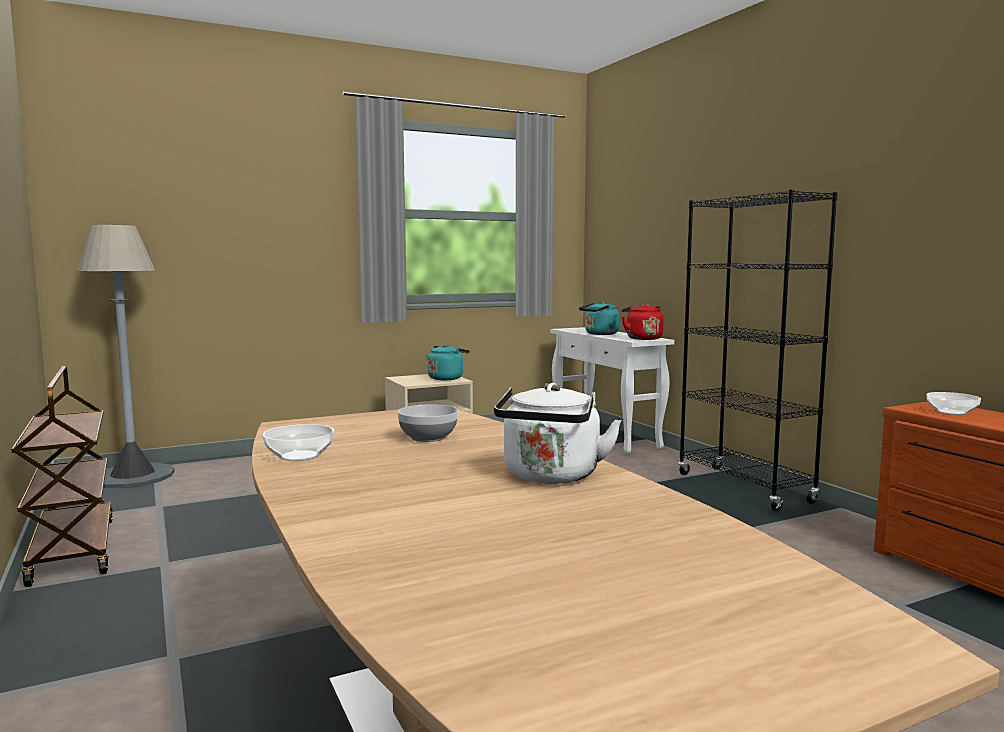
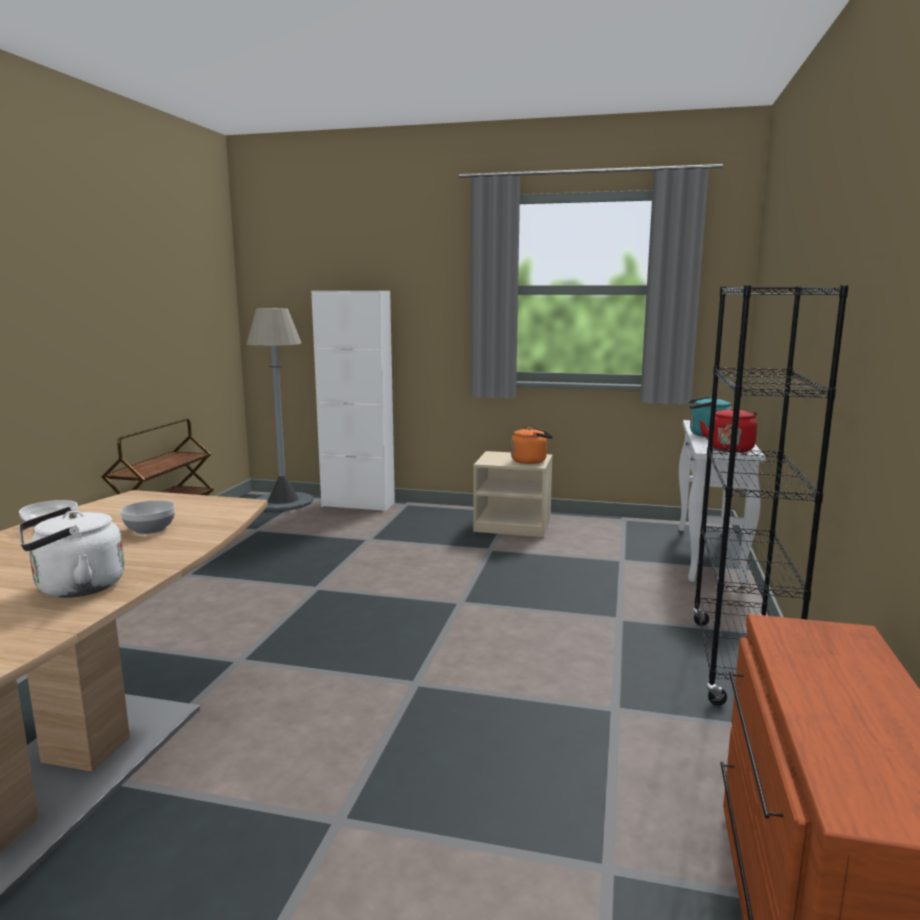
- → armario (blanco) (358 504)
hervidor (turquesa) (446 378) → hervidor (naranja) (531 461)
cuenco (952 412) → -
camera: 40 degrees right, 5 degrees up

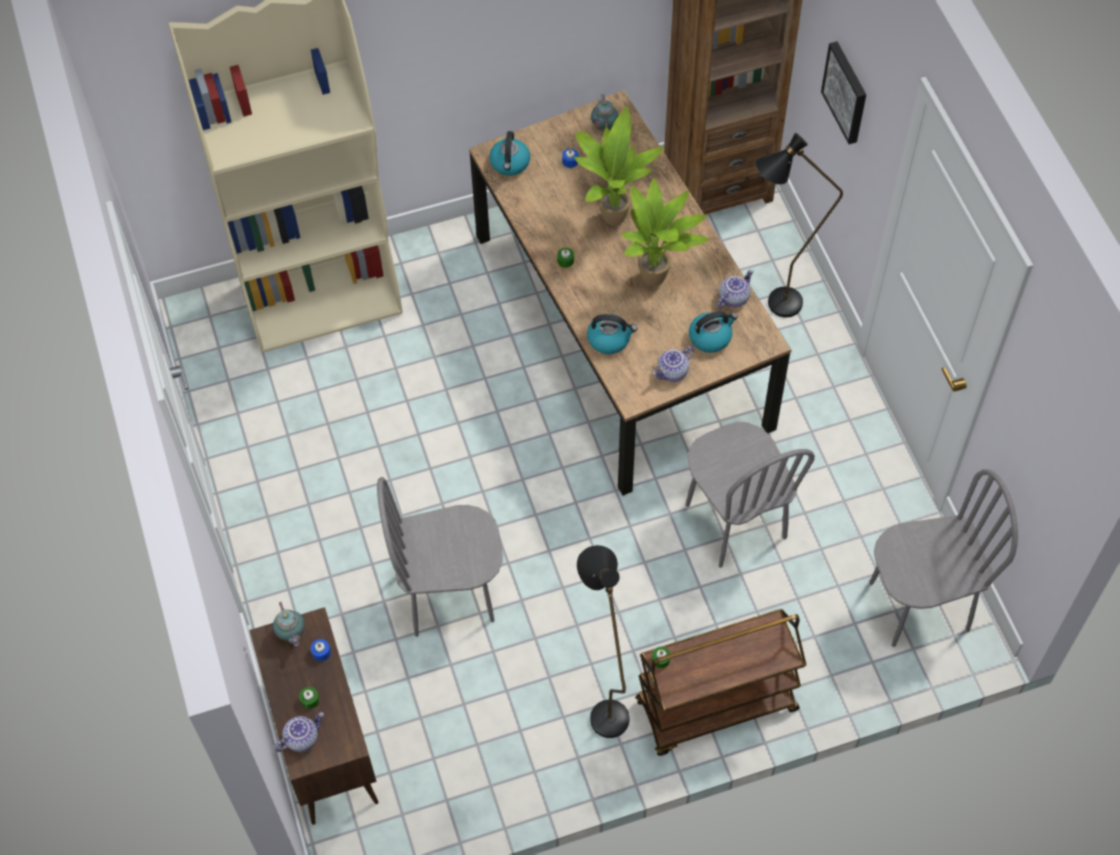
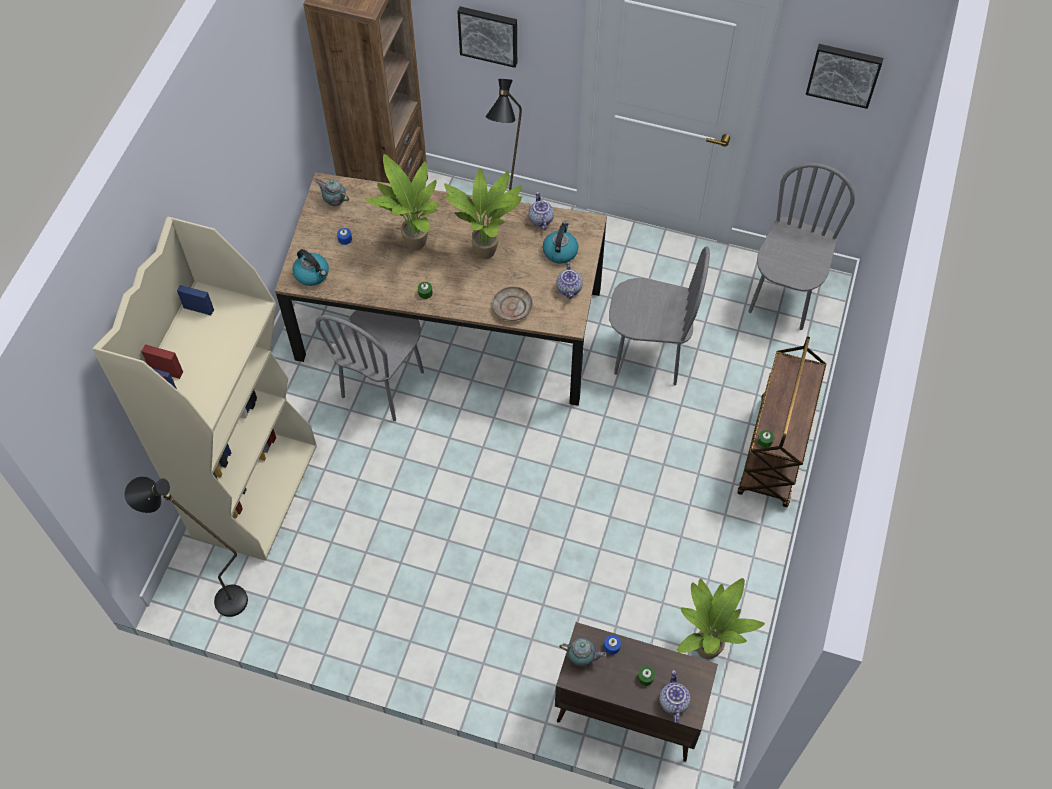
lámpara de pie (negro) (604 706) → lámpara de pie (negro) (219 598), relocated
silla (gris) (449 595) → silla (gris) (383 385), relocated
hervidor (609 339) → plato (beis) (512 307)
- → planta en maceta (704 647)
- → cuadro (844 74)
camera: 55 degrees left, 0 degrees up

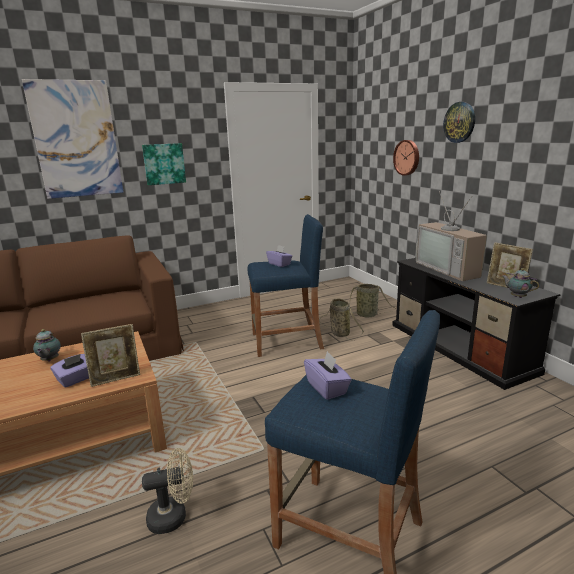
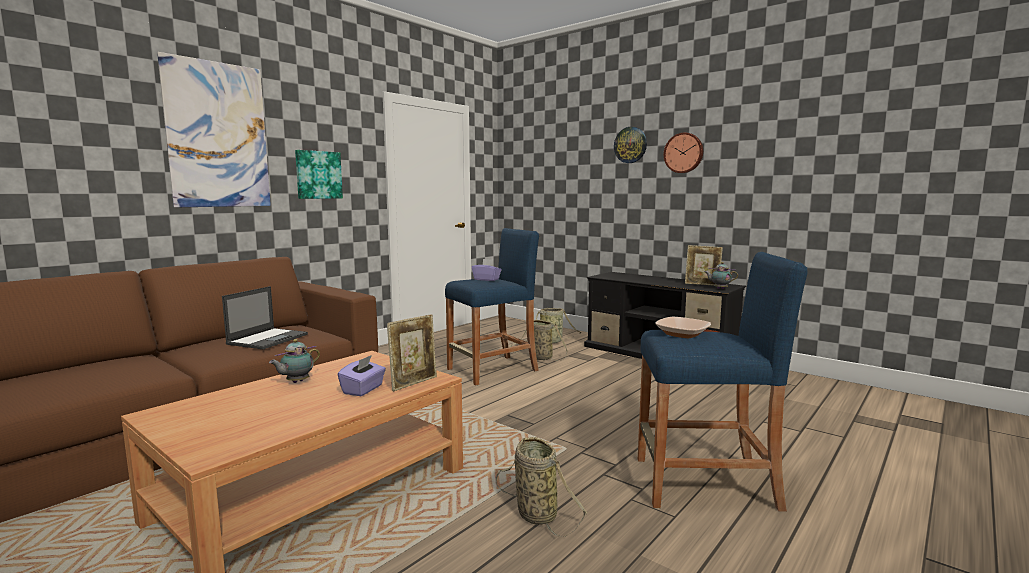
- → portátil (268 339)
tetera (49 360) → tetera (296 382), 75 degrees clockwise
ventilador (beis) (174 516) → cesta (534 513)
caja de pañuelos (morado) (327 388) → cuenco (682 334)
reloj de pared (407 157) → reloj de pared (684 153), relocated
televisor (451 269) → -
camera: 25 degrees left, 10 degrees down

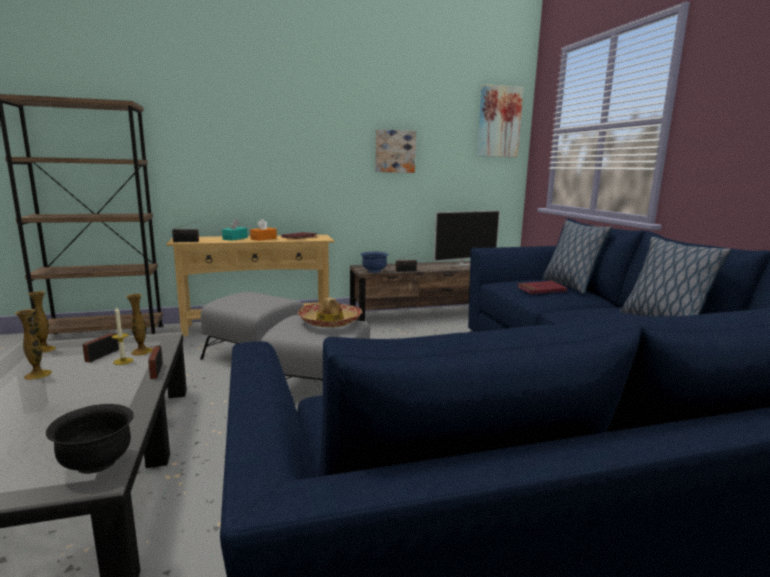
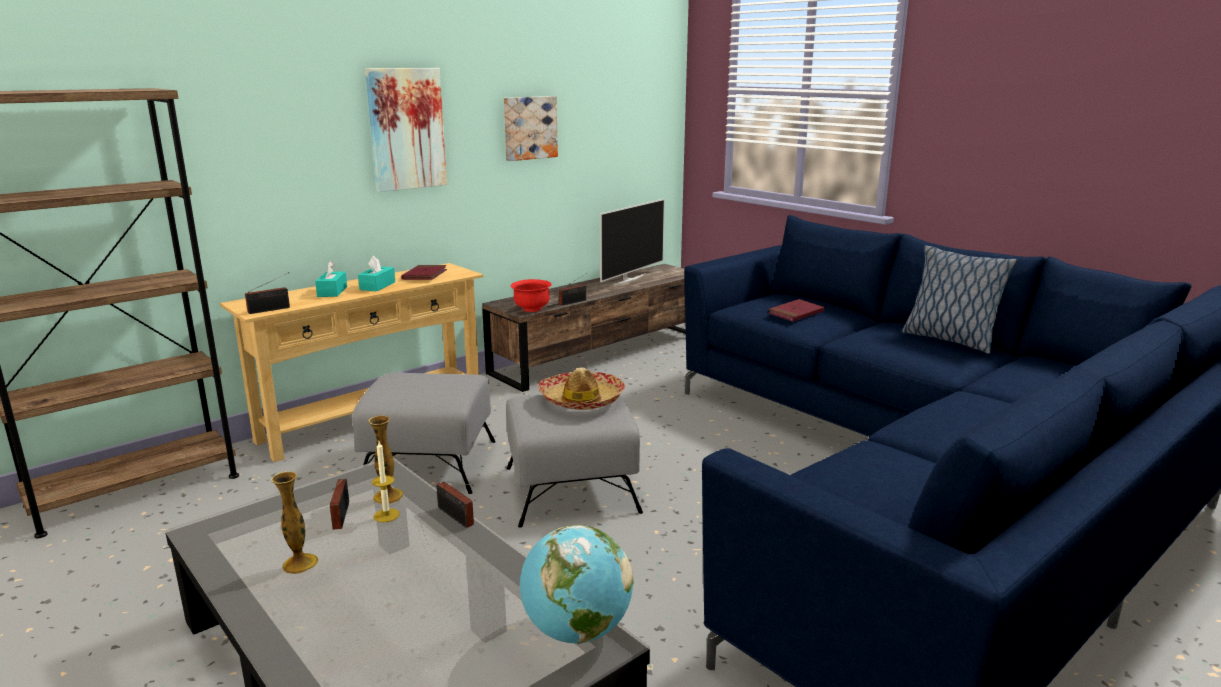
caja de pañuelos (naranja) (263 239) → caja de pañuelos (turquesa) (377 286)
cuadro (499 122) → cuadro (406 129), relocated
cuenco (azul) (374 271) → cuenco (rojo) (531 309)
cuenco (negro) (96 463) → globo terráqueo (576 631)
florero (43 350) → -
cojín (569 286) → -
camera: 25 degrees left, 5 degrees up

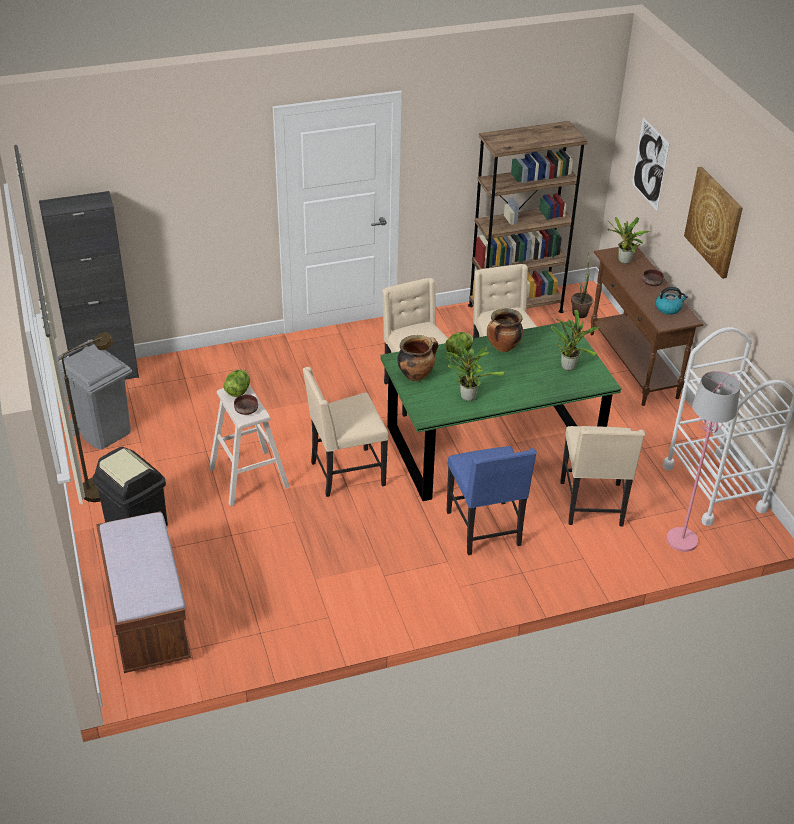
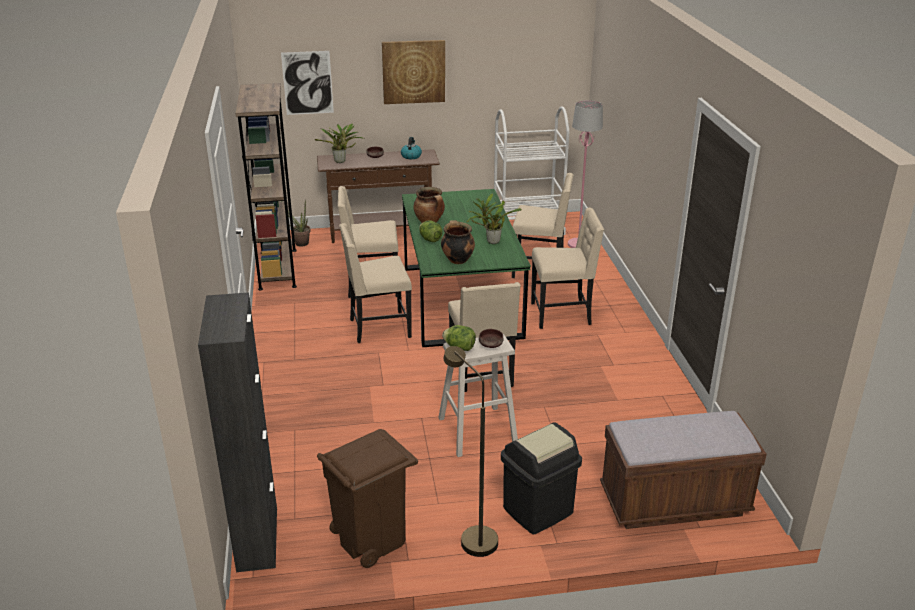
papelera (gris) (103 431) → papelera (marrón) (371 539)
silla (azul) (485 529) → silla (beis) (562 314)
planta en maceta (569 365) → -
camera: 80 degrees left, 10 degrees down

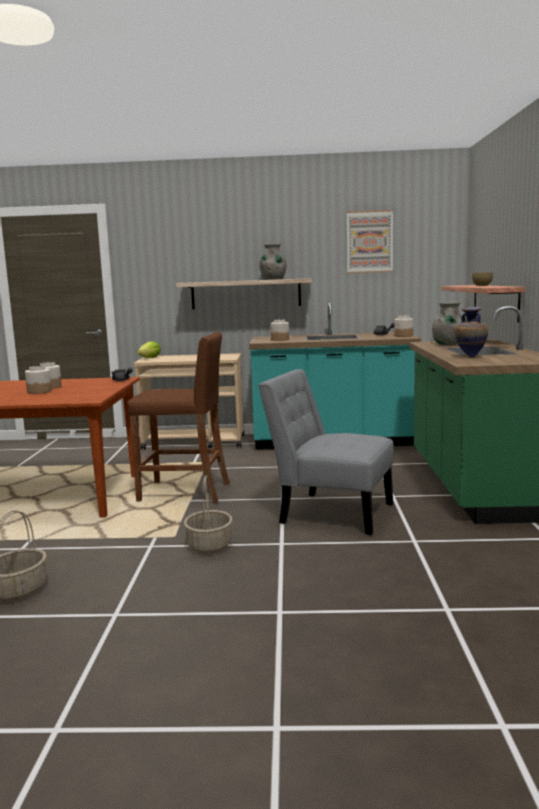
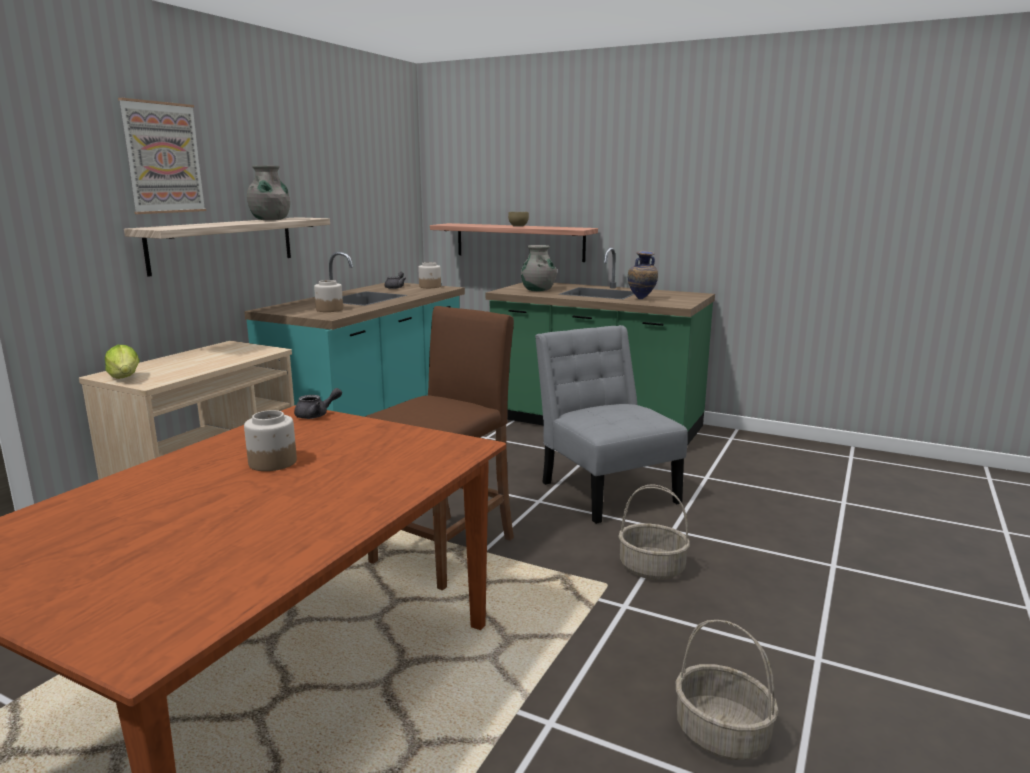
cuadro (369 242) → cuadro (163 158), relocated
silla (gris) (330 512) → silla (gris) (605 489), 105 degrees clockwise
tarro (39 392) → -
camera: 65 degrees left, 5 degrees up

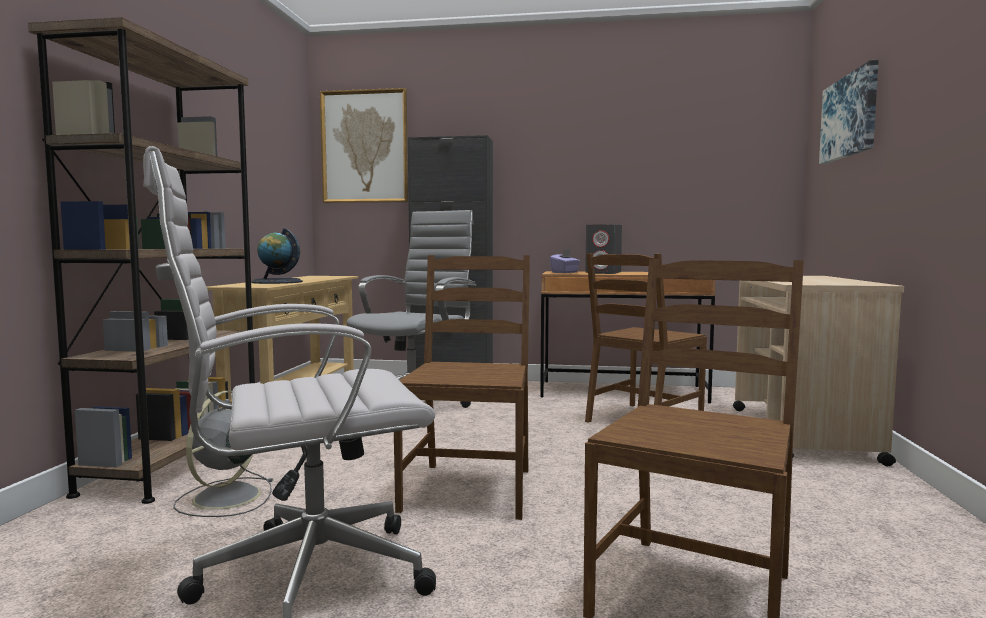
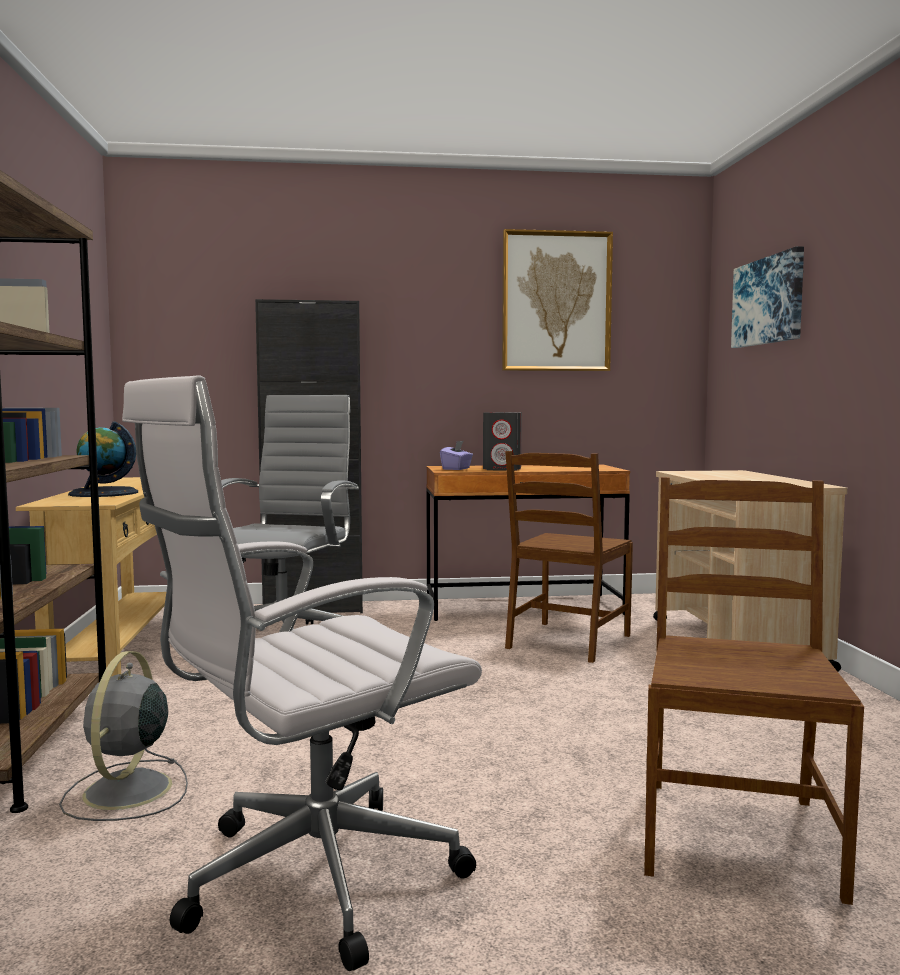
cuadro (365 147) → cuadro (556 301), relocated
silla (marrón) (469 489) → -
camera: 15 degrees left, 0 degrees up

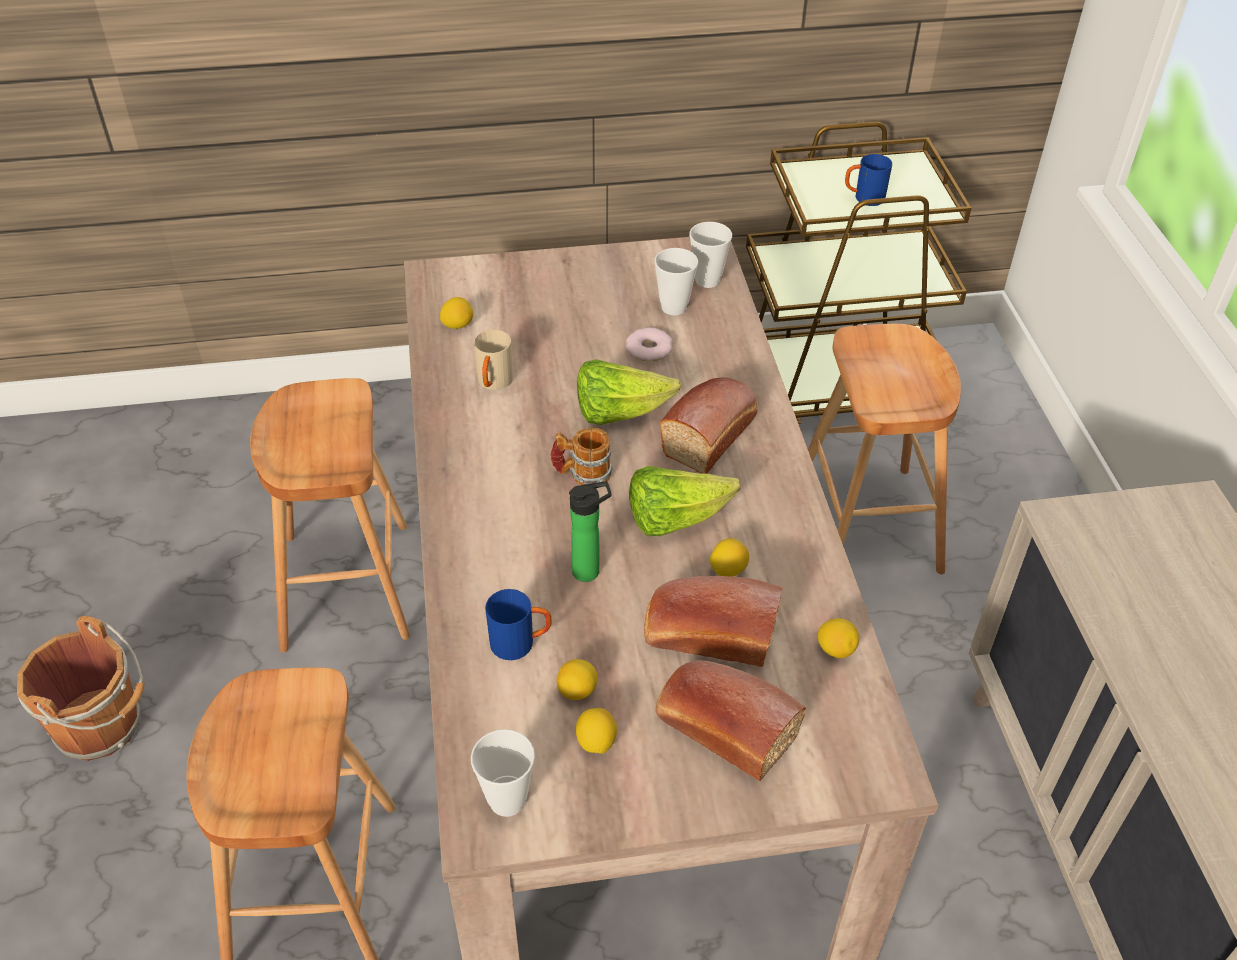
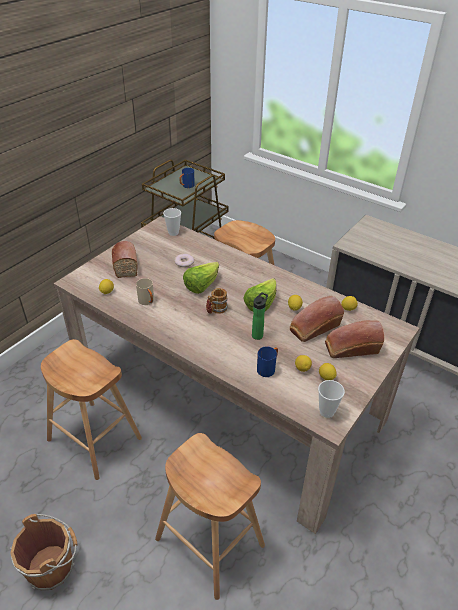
pan (711 434) → pan (125 264), relocated
taza (674 307) → -
camera: 45 degrees left, 5 degrees down

